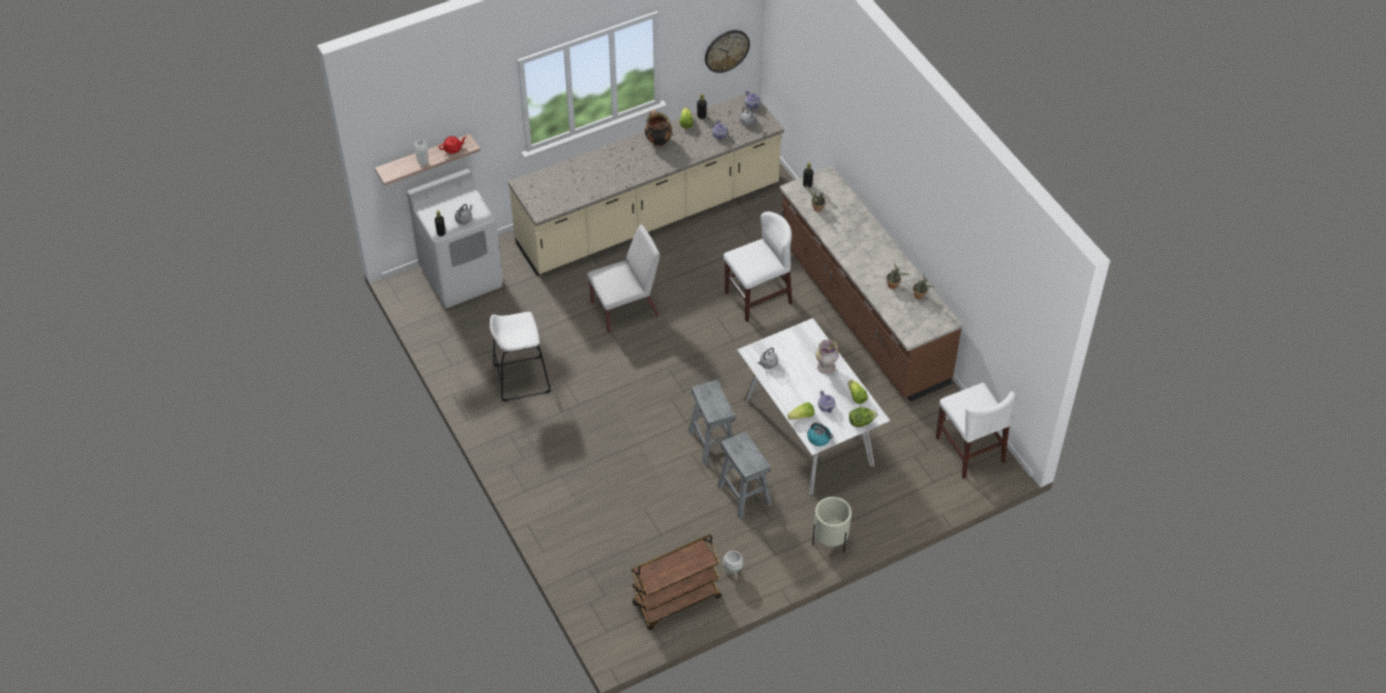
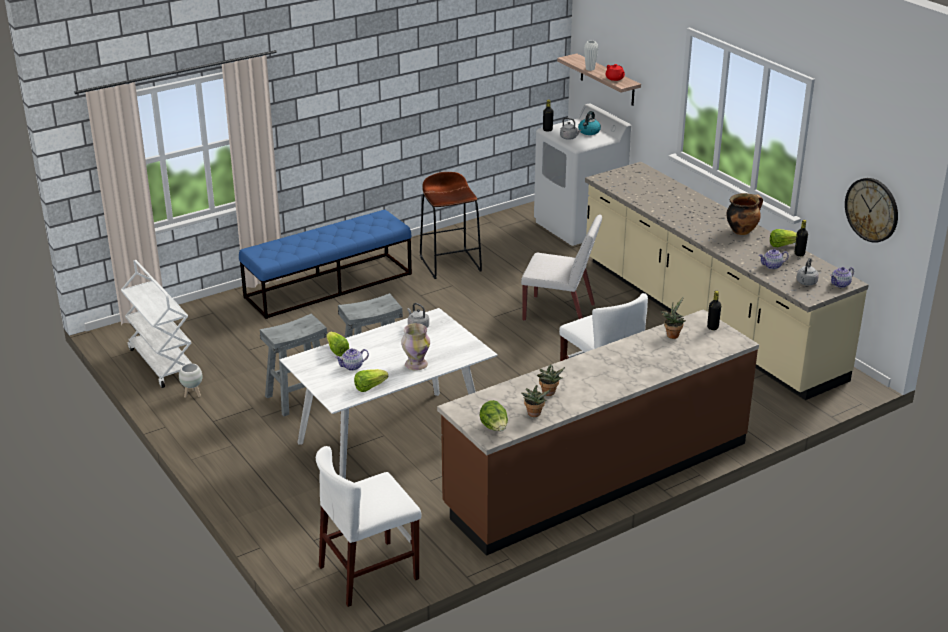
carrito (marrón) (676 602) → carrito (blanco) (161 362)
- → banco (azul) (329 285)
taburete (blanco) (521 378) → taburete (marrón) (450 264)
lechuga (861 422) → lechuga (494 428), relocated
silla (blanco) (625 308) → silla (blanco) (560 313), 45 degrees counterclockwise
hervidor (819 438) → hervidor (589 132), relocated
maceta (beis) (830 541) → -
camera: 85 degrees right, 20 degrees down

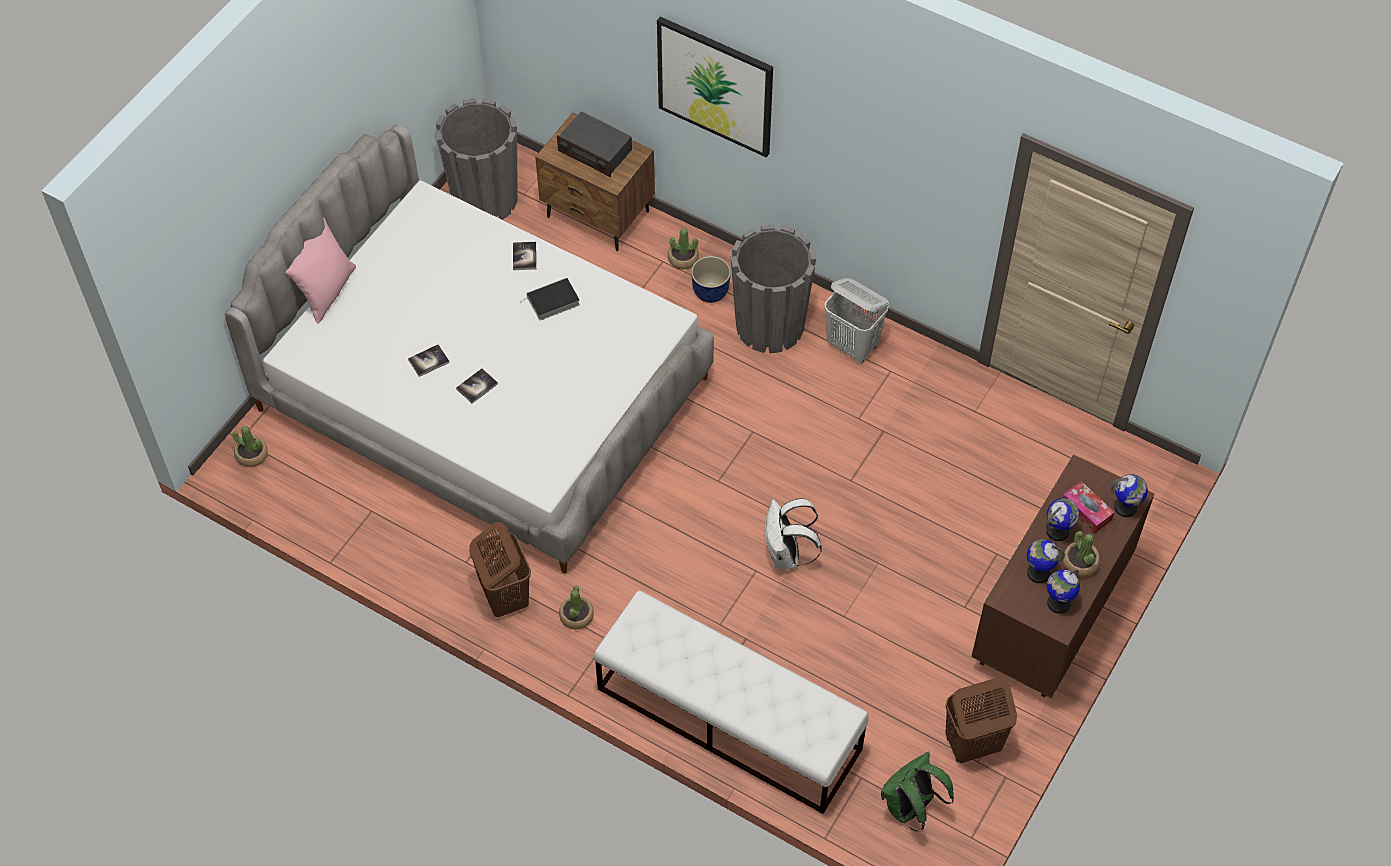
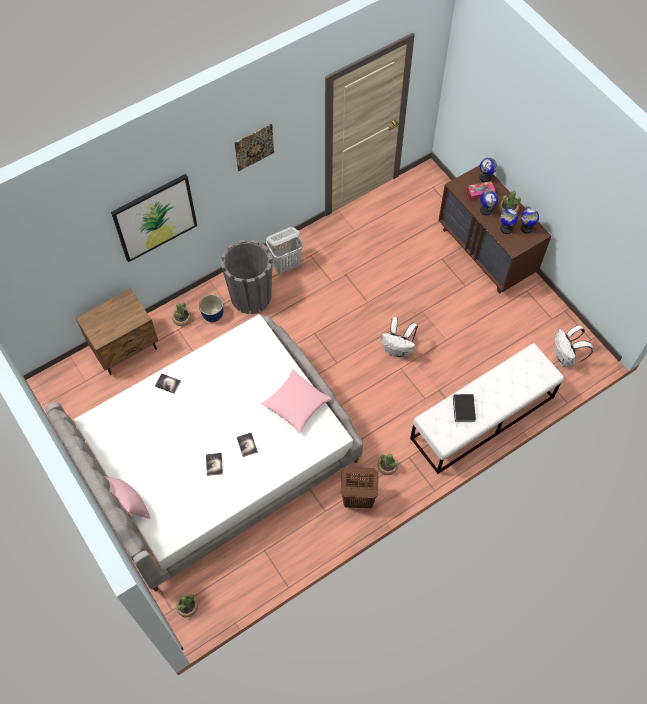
- → cuadro (254 147)
- → cojín (rosa) (296 404)
libro (552 302) → libro (464 410), relocated
mochila (verde) (910 808) → mochila (blanco) (565 358)
maceta (gris) (484 199) → -
radio (595 151) → -
cesto de la ropa (marrón) (972 744) → -
camera: 65 degrees left, 5 degrees up

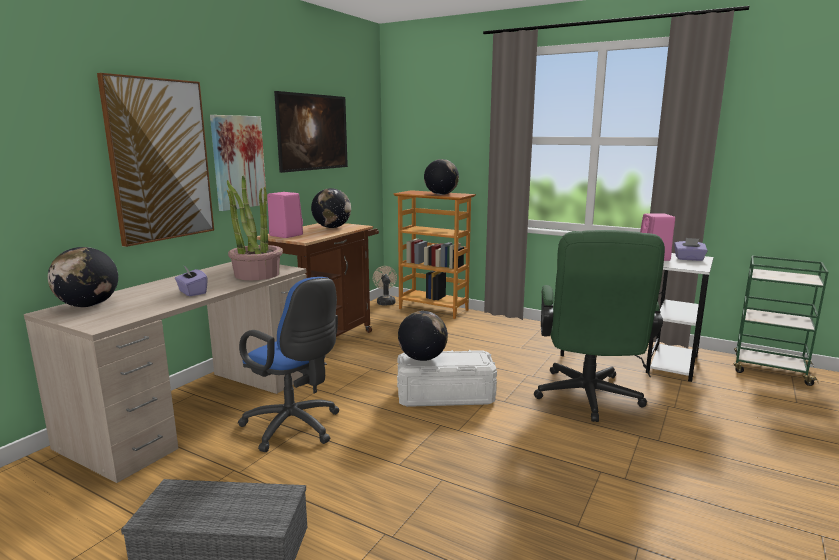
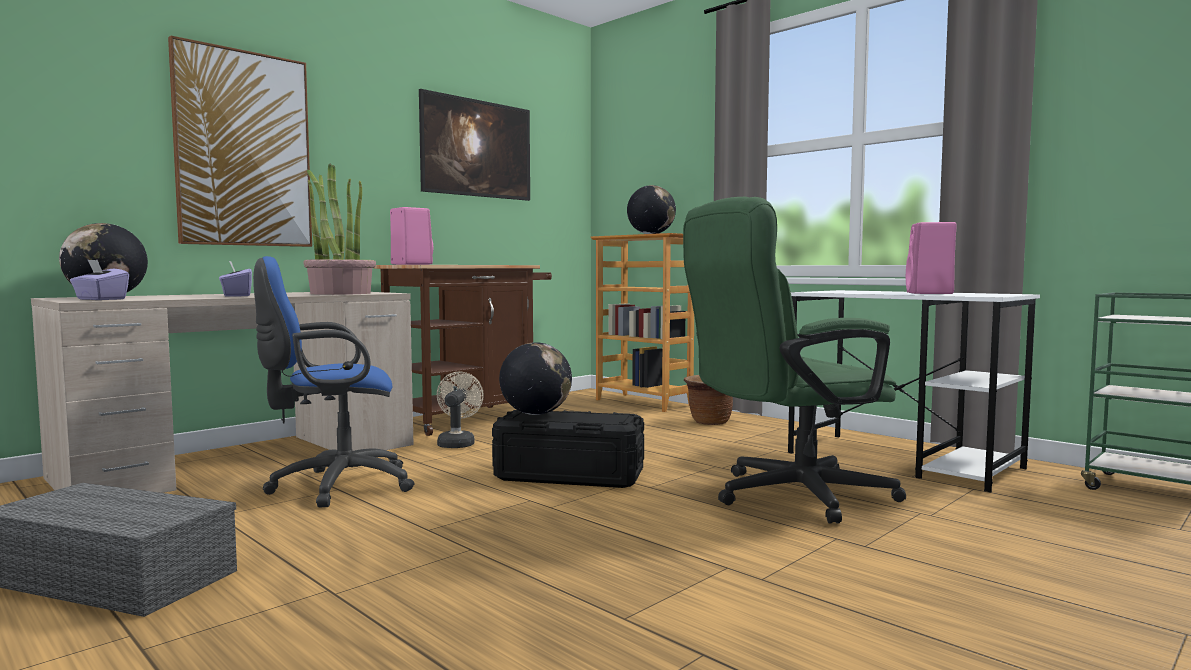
caja de pañuelos (morado) (689 259) → caja de pañuelos (morado) (100 299), relocated
silla de oficina (azul) (295 428) → silla de oficina (azul) (334 486), 105 degrees clockwise
ventilador (beis) (385 302) → ventilador (beis) (457 443), relocated
caja de almacenaje (blanco) (445 395) → caja de almacenaje (negro) (569 475)
silla de oficina (verde) (588 400) → silla de oficina (verde) (786 496), 45 degrees clockwise
- → maceta (marrón) (710 422)
cuadro (238 162) → -
globo terráqueo (332 227) → -
camera: 15 degrees right, 10 degrees down

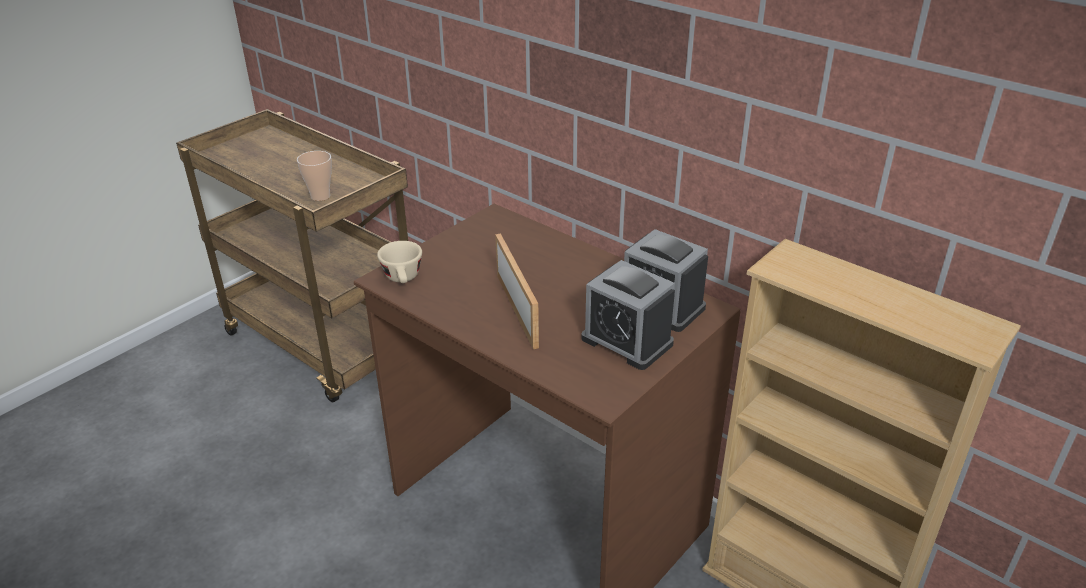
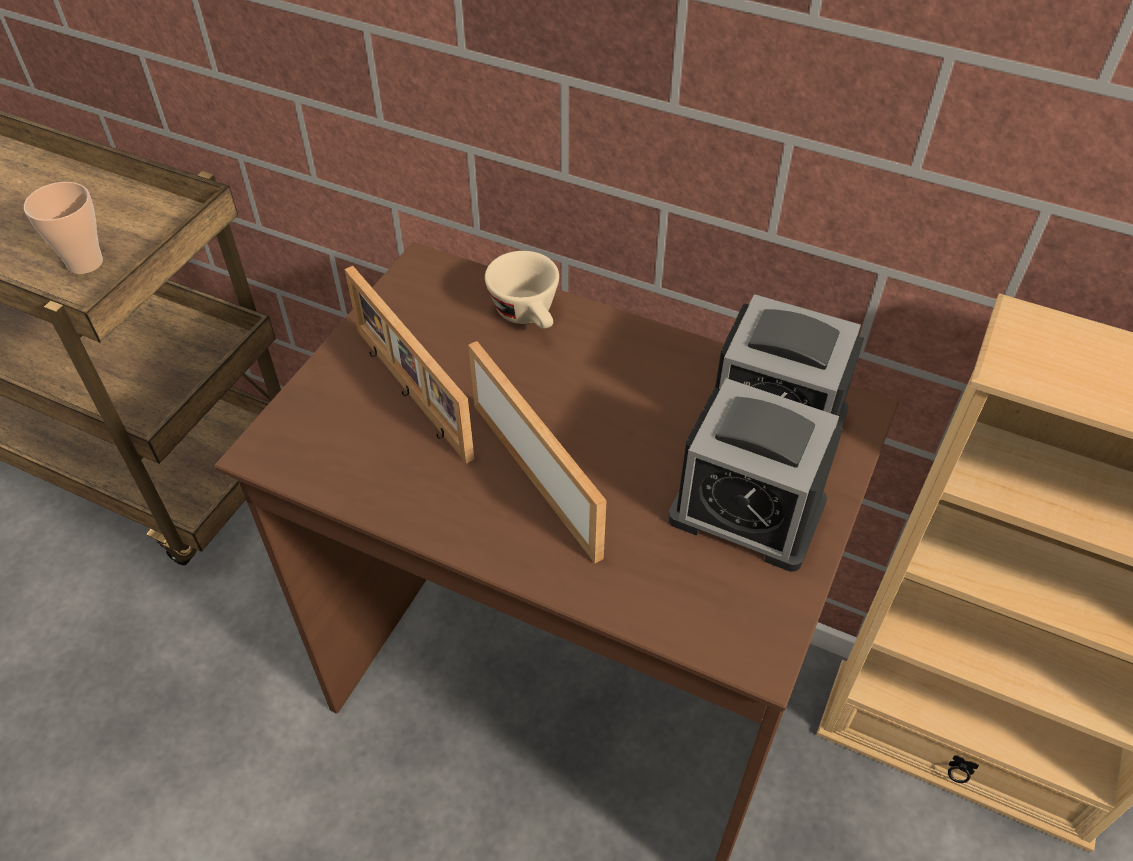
- → portarretratos (410 393)
taza (beis) (403 279) → taza (beis) (529 315), relocated
camera: 15 degrees left, 15 degrees up

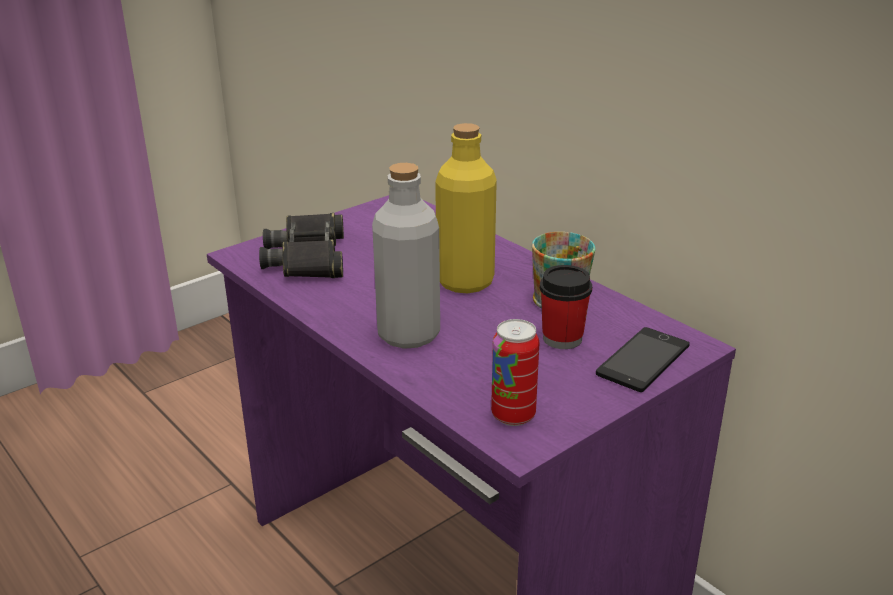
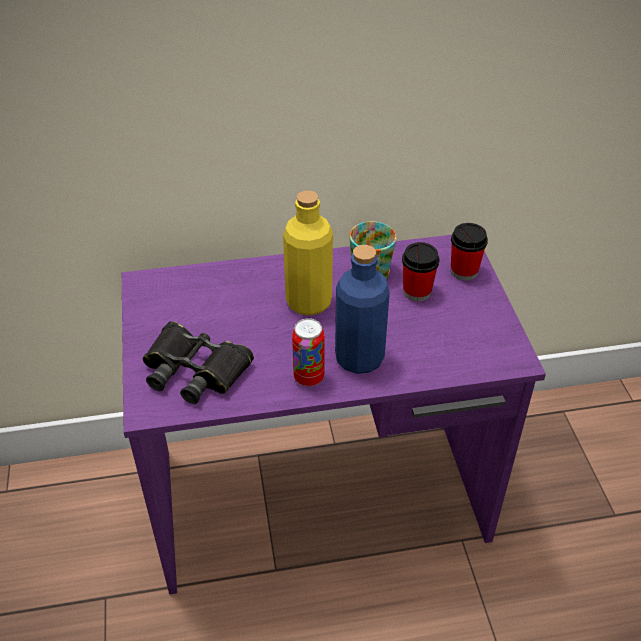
lata (513 416) → lata (309 377), relocated
botella (gris) (408 334) → botella (azul) (359 358)
móvil (643 360) → taza (464 271)
camera: 60 degrees left, 15 degrees up

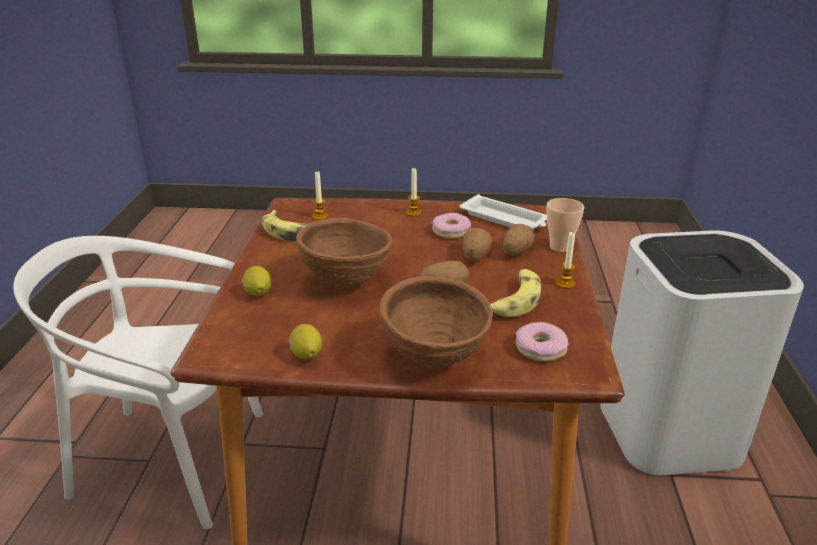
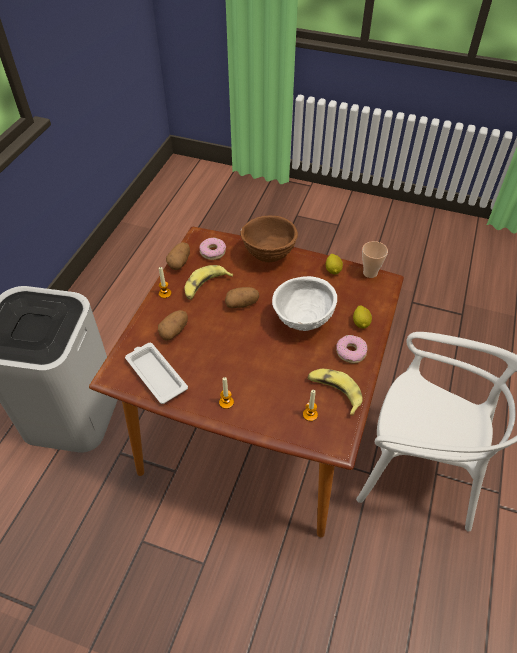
patata (475 256) → patata (179 262), relocated
cuenco (marrón) (346 283) → cuenco (blanco) (302 322)
rosquilla (451 231) → rosquilla (351 352), relocated
taza (560 247) → taza (370 273), relocated
camera: 165 degrees left, 20 degrees up

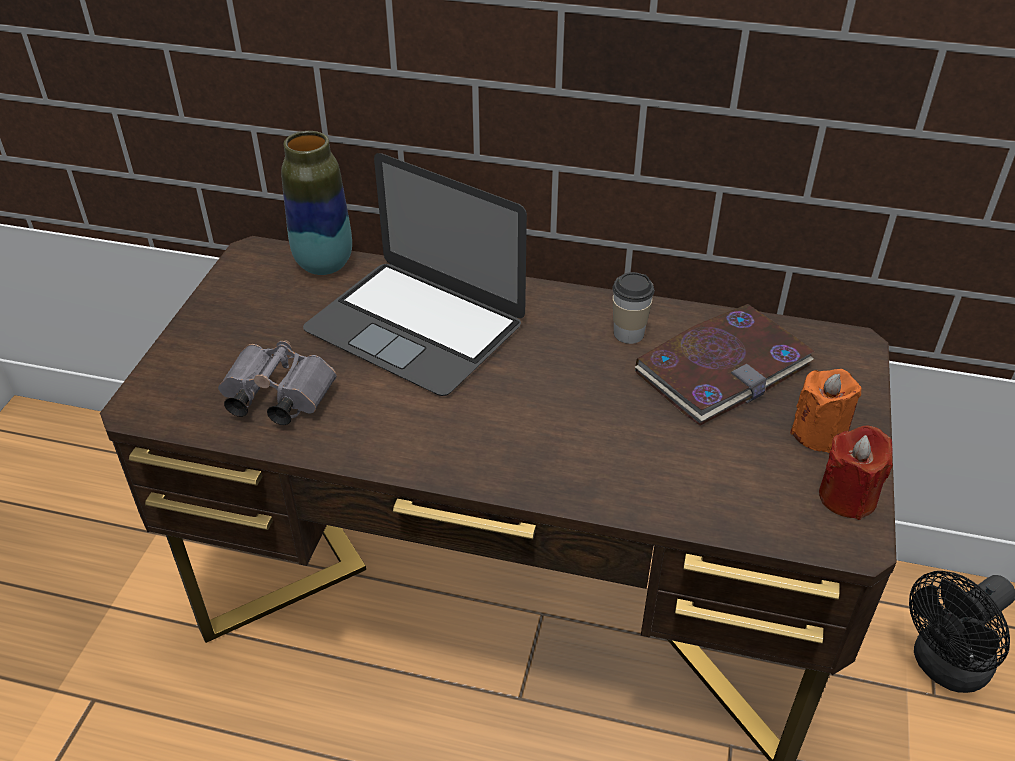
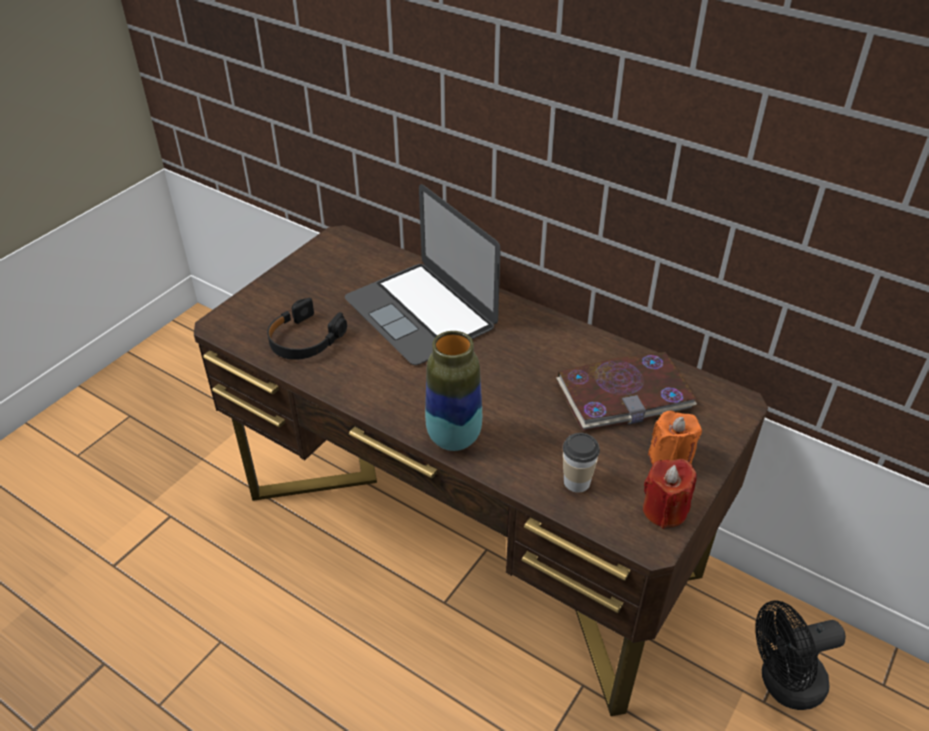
prismáticos (gris) (275 398) → auriculares (negro) (304 339)
florero (324 264) → florero (454 438), relocated
taza (628 333) → taza (576 481), relocated
camera: 20 degrees right, 0 degrees up

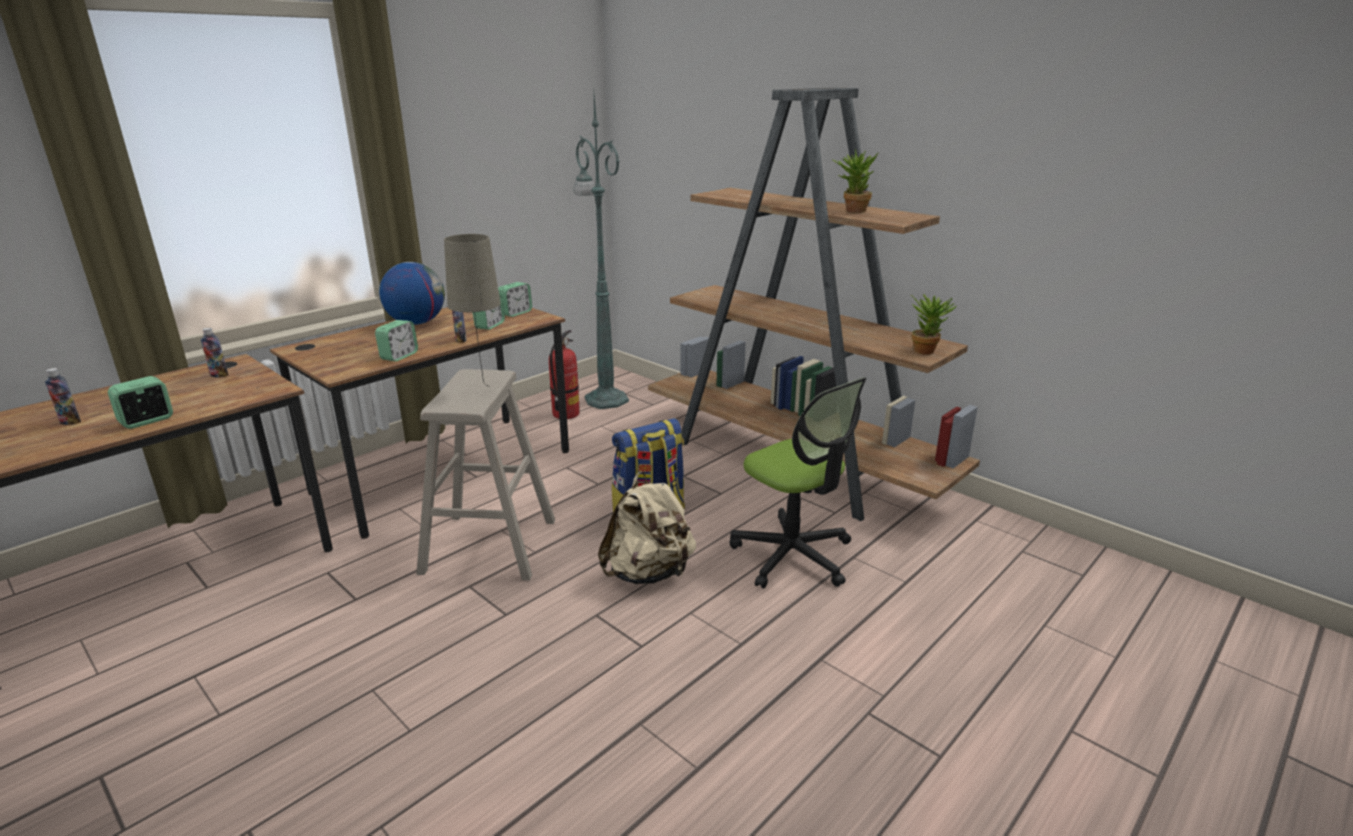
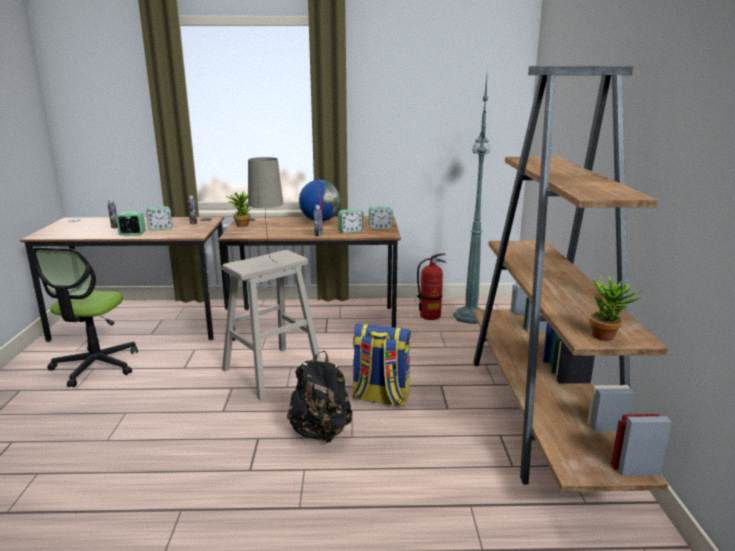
silla de oficina (792 555) → silla de oficina (96 366), relocated
despertador (399 356) → despertador (160 228), relocated
planta en maceta (851 210) → planta en maceta (242 224), relocated
mochila (beis) (648 573) → mochila (negro) (321 432)
camera: 45 degrees right, 5 degrees down

